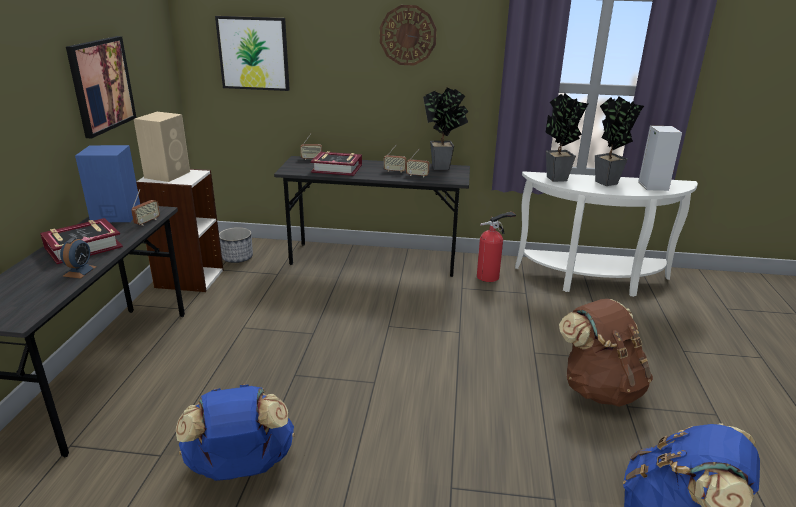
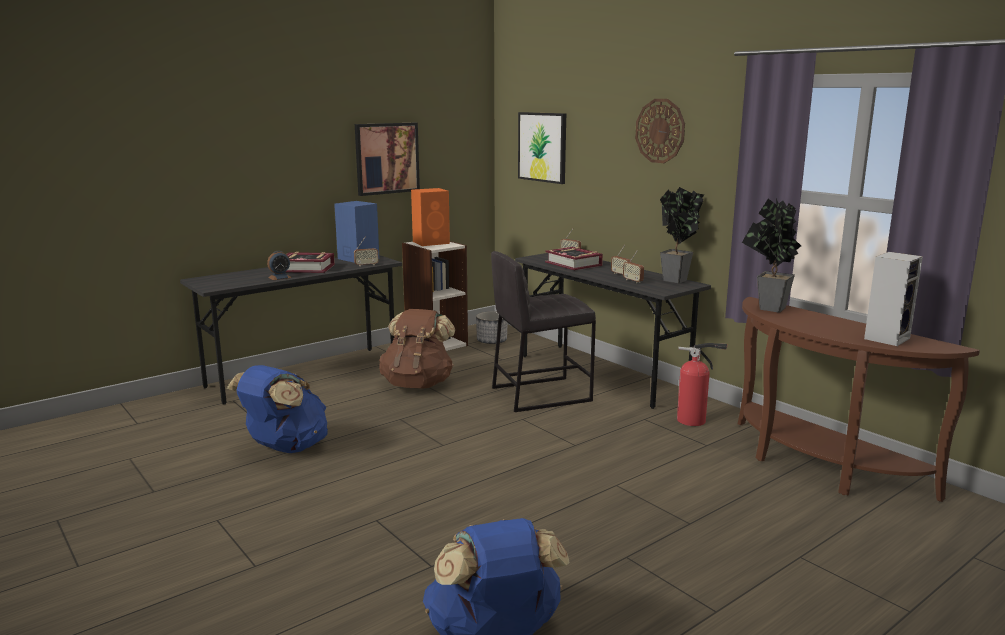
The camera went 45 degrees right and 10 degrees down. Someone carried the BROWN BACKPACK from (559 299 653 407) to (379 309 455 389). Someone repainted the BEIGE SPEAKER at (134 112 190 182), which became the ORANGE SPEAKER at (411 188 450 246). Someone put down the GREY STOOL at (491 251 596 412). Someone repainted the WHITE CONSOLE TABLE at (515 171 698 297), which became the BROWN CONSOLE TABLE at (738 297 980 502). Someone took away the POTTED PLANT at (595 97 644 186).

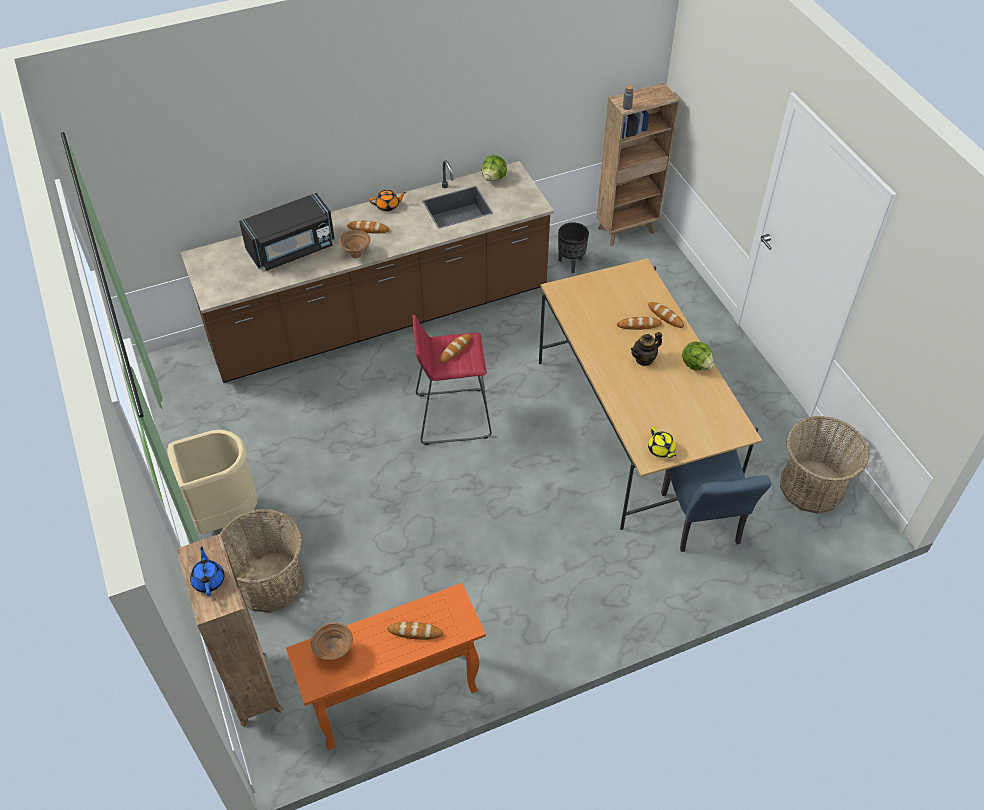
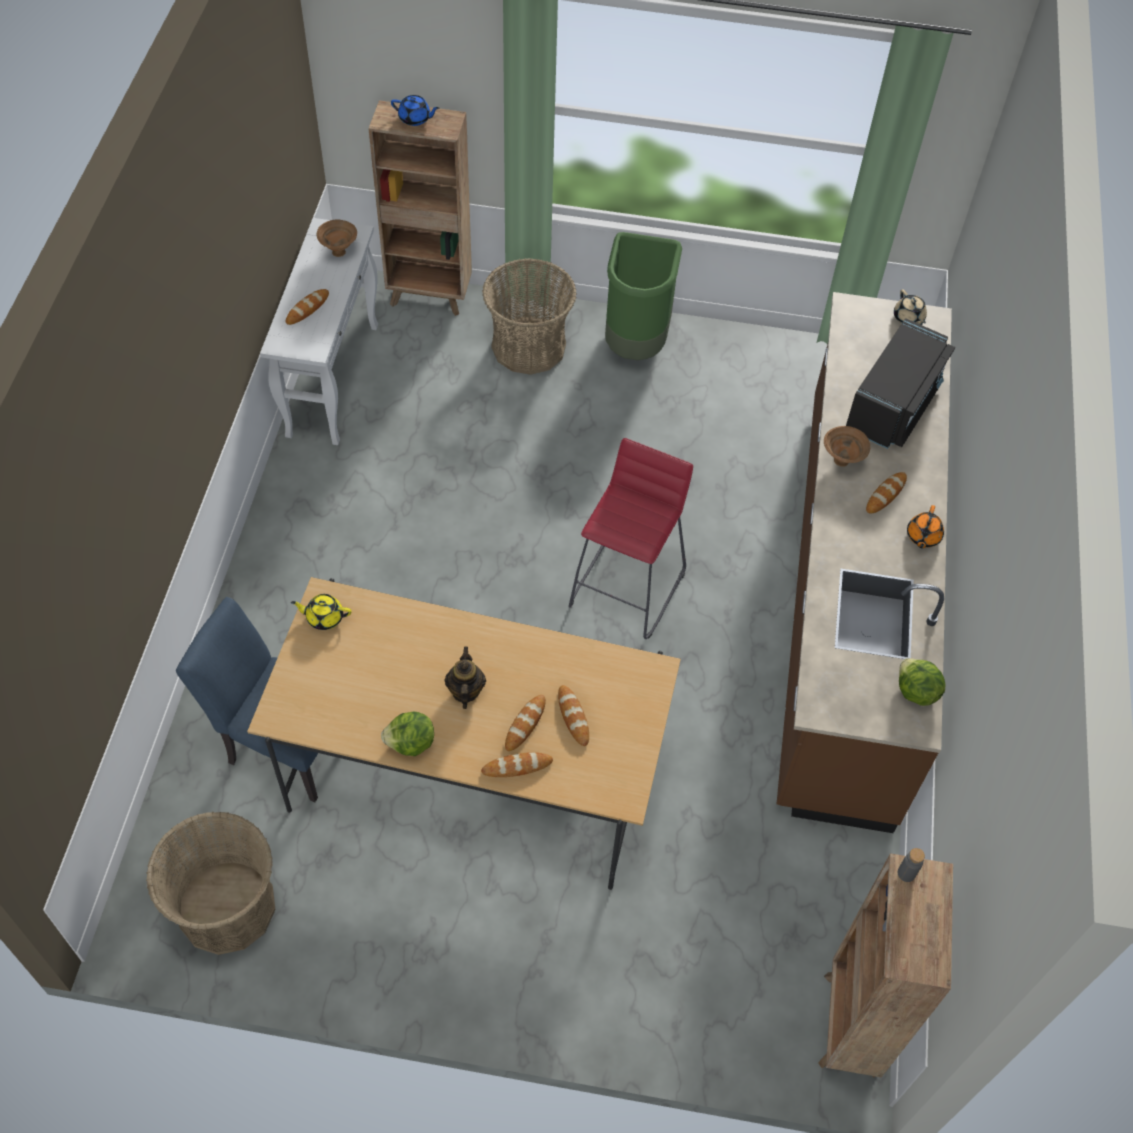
The camera went 120 degrees right and 5 degrees up. Someone repainted the ORANGE CONSOLE TABLE at (286 583 486 750), which became the WHITE CONSOLE TABLE at (260 218 378 445). Someone carried the BREAD from (440 334 471 363) to (558 685 589 746). Someone repainted the BEIGE TRASH CAN at (167 430 258 534), which became the GREEN TRASH CAN at (605 232 682 360). Someone rotated the BLACK MICROWAVE at (239 193 335 271) by 150 degrees counterclockwise. Someone put down the BEIGE TEAPOT at (894 289 927 325). Someone took away the BLACK PLANTER at (558 222 589 273).

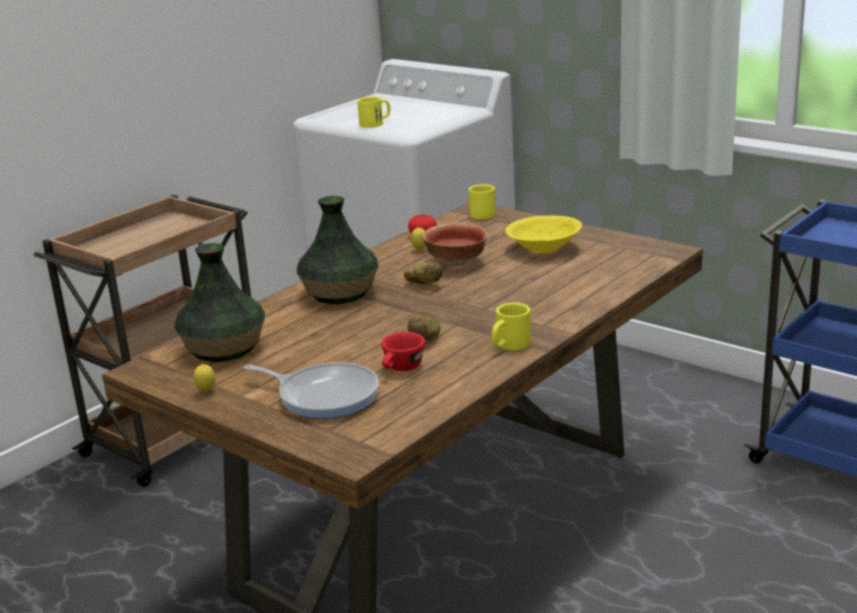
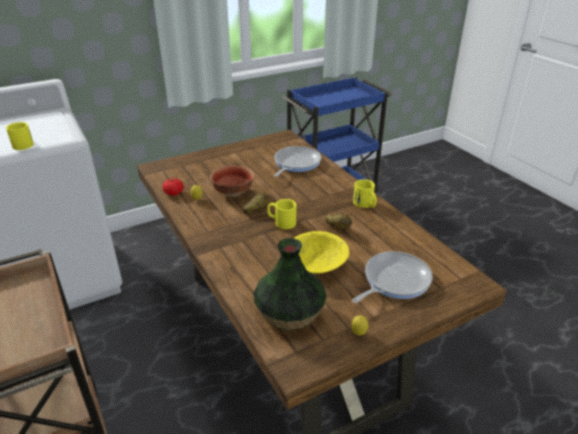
The camera went 70 degrees left and 10 degrees up. Someone carried the YELLOW MUG from (469 184 496 219) to (267 199 297 229). Someone put down the FRYING PAN at (274 146 321 177). Someone carried the YELLOW BOWL from (506 215 582 253) to (294 231 349 274). Someone took away the VASE at (297 196 379 304). Someone took away the RED CUP at (381 332 425 371).

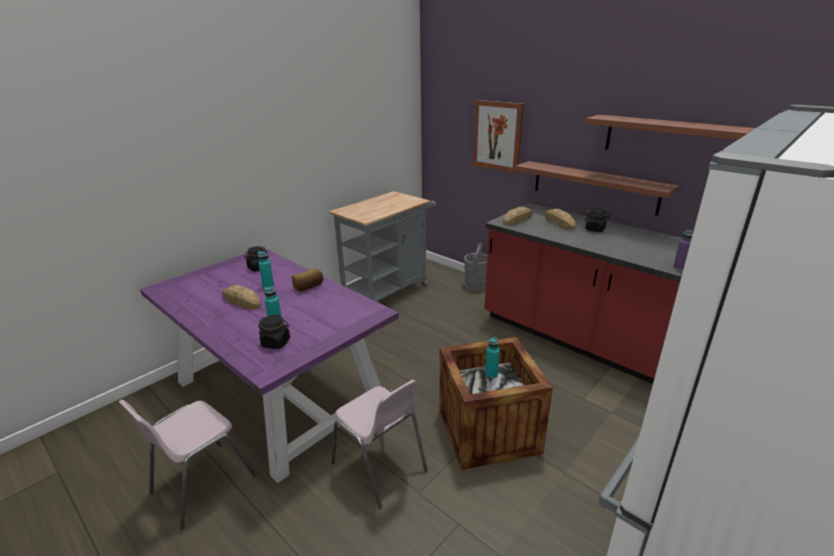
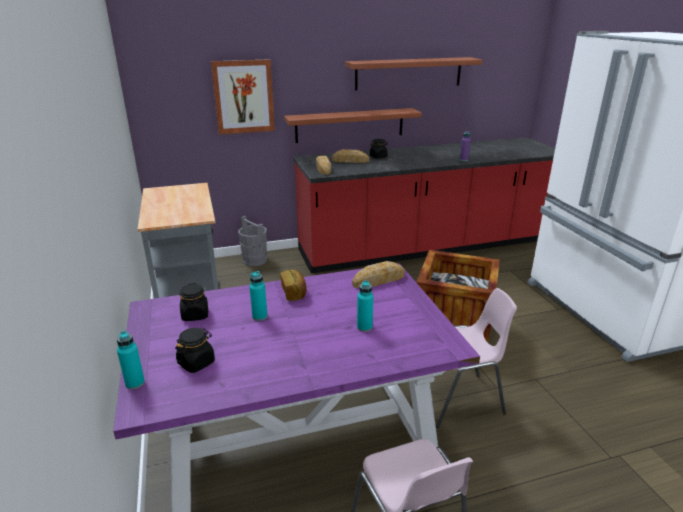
The camera went 60 degrees left and 0 degrees up. Someone carried the TURQUOISE BOTTLE from (485 337 500 378) to (117 331 145 390). Someone carried the BLACK JAR from (258 315 290 349) to (175 328 215 373). Someone carried the BREAD from (222 285 261 310) to (352 261 405 288).

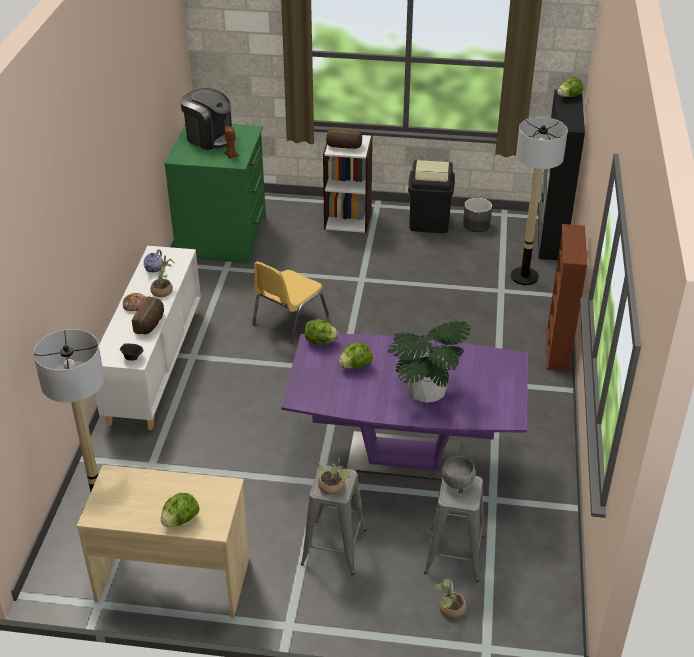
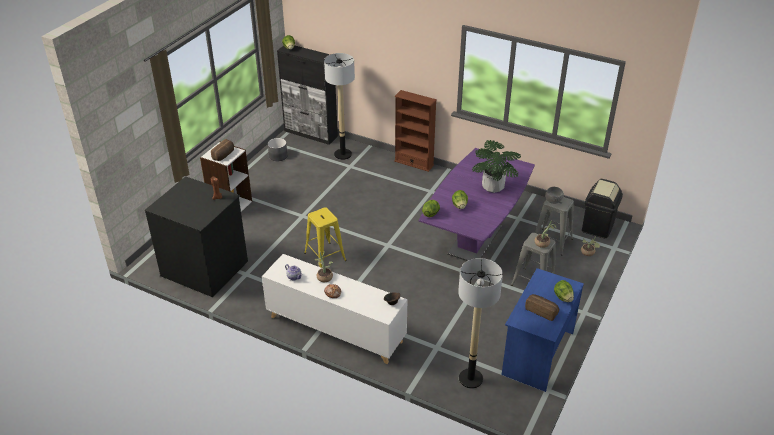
The camera went 70 degrees left and 0 degrees up. Someone repainted the GREEN DRESSER at (164 124 266 263), which became the BLACK DRESSER at (145 176 248 297). Someone swapped the YELLOW CHAIR at (252 261 329 344) for the YELLOW STOOL at (304 207 347 268). Someone repainted the BEIGE DESK at (77 465 249 618), which became the BLUE DESK at (502 268 584 392). Someone carried the BREAD from (132 296 164 334) to (525 294 559 321). Someone carried the BLACK TRASH CAN from (408 160 455 233) to (582 179 623 239). Someone took away the COFFEE MACHINE at (180 88 235 150).

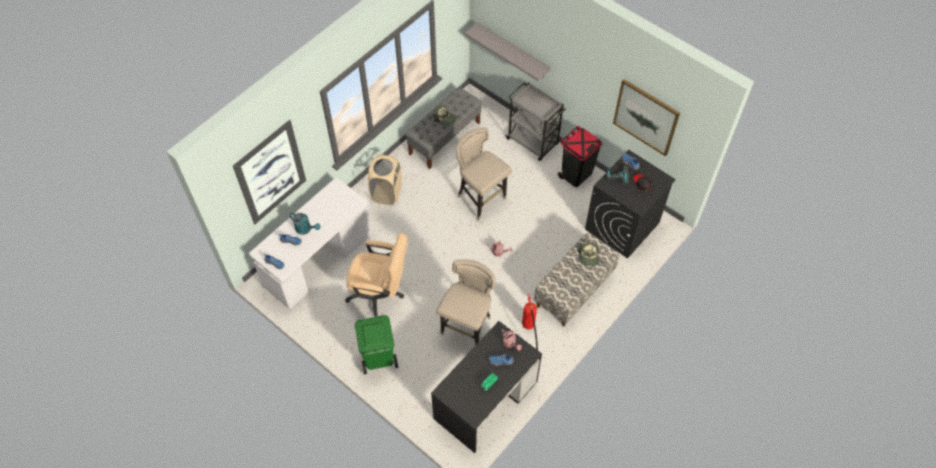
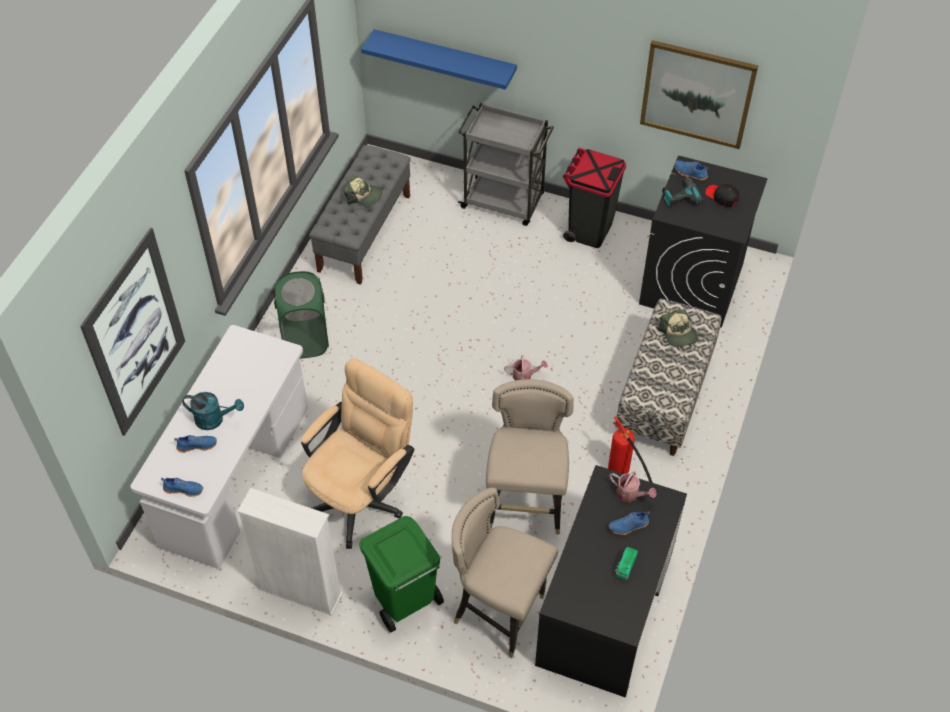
The camera went 20 degrees left and 5 degrees down. Someone put down the WHITE BOOKCASE at (237 488 343 616). Someone repainted the BEIGE LAUNDRY BASKET at (368 155 402 205), which became the GREEN LAUNDRY BASKET at (274 271 329 359). Someone rotated the BEIGE OFFICE CHAIR at (345 233 408 317) by 45 degrees counterclockwise. Someone repainted the GREY SHELF at (465 22 551 81), which became the BLUE SHELF at (361 29 517 90). Someone carried the BEIGE STOOL from (456 128 512 221) to (452 488 558 658).

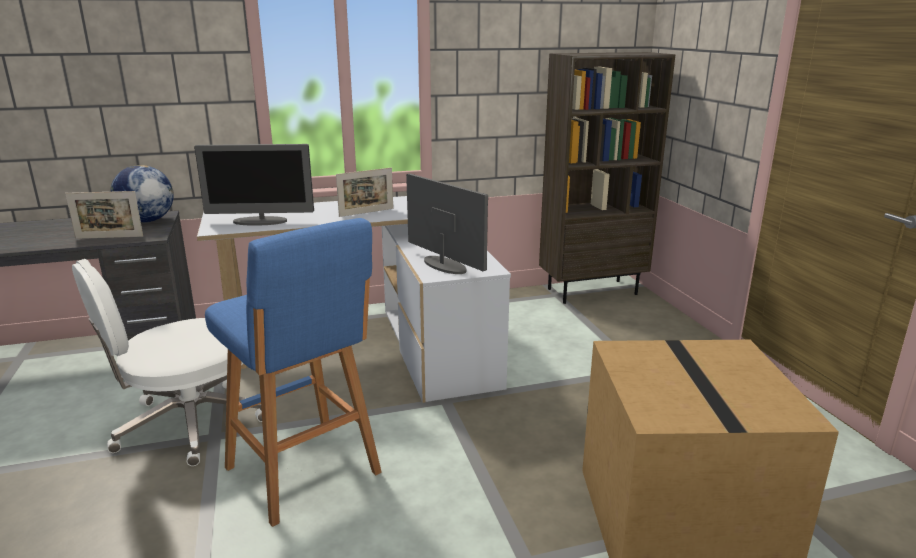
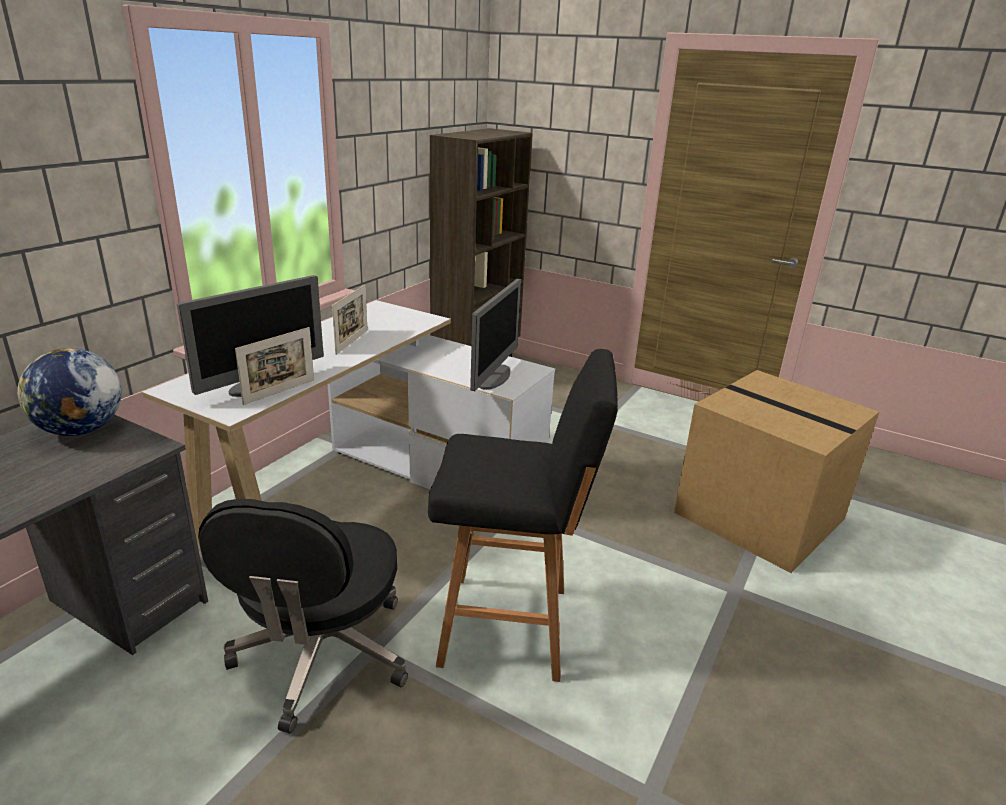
The camera went 45 degrees left and 5 degrees up. Someone repainted the WHITE OFFICE CHAIR at (72 259 262 466), which became the BLACK OFFICE CHAIR at (198 499 408 734). Someone carried the PICTURE FRAME from (65 191 143 239) to (235 327 314 405). Someone repainted the BLUE STOOL at (205 218 382 527), which became the BLACK STOOL at (428 349 618 682). Someone rotated the MONITOR at (406 173 488 274) by 105 degrees clockwise.

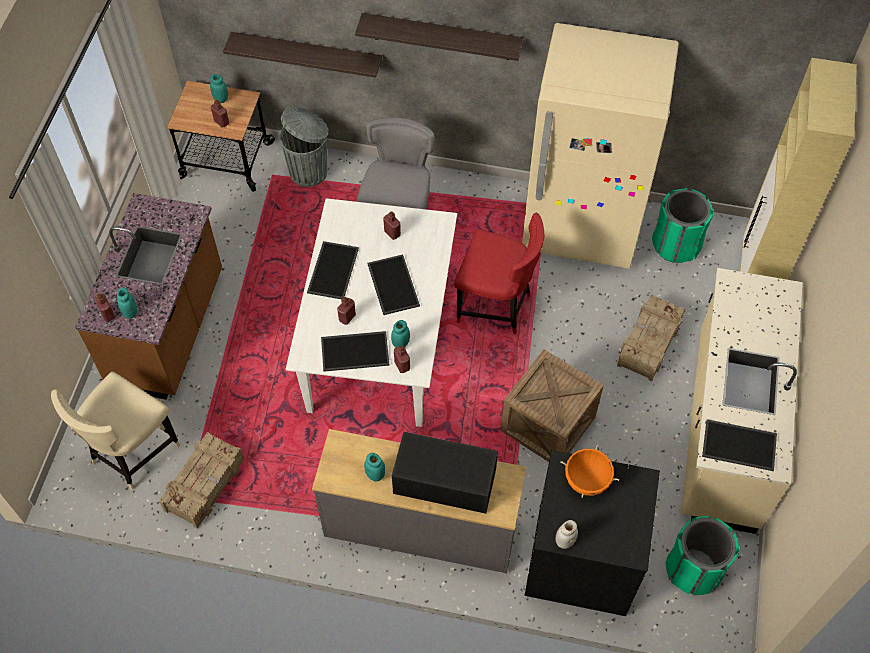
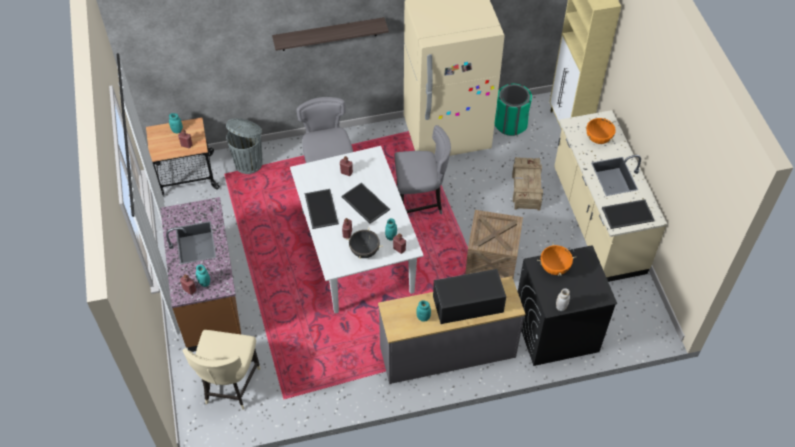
The camera went 25 degrees left and 5 degrees down. Someone swapped the TRAY at (321 331 390 372) for the BLACK COOKING POT at (346 227 383 259). Someone repainted the RED CHAIR at (454 213 544 335), which became the GREY CHAIR at (394 125 451 214). Someone put down the ORANGE COOKING POT at (586 118 616 144). Someone took away the CRATE at (159 432 244 529). Someone took away the SHELF at (223 32 382 78). Someone took away the GREEN TRASH CAN at (665 516 740 595).

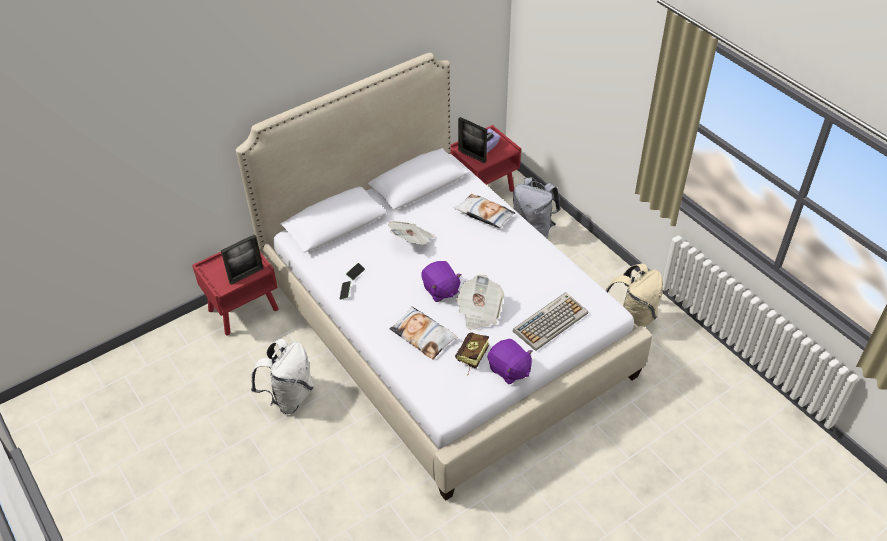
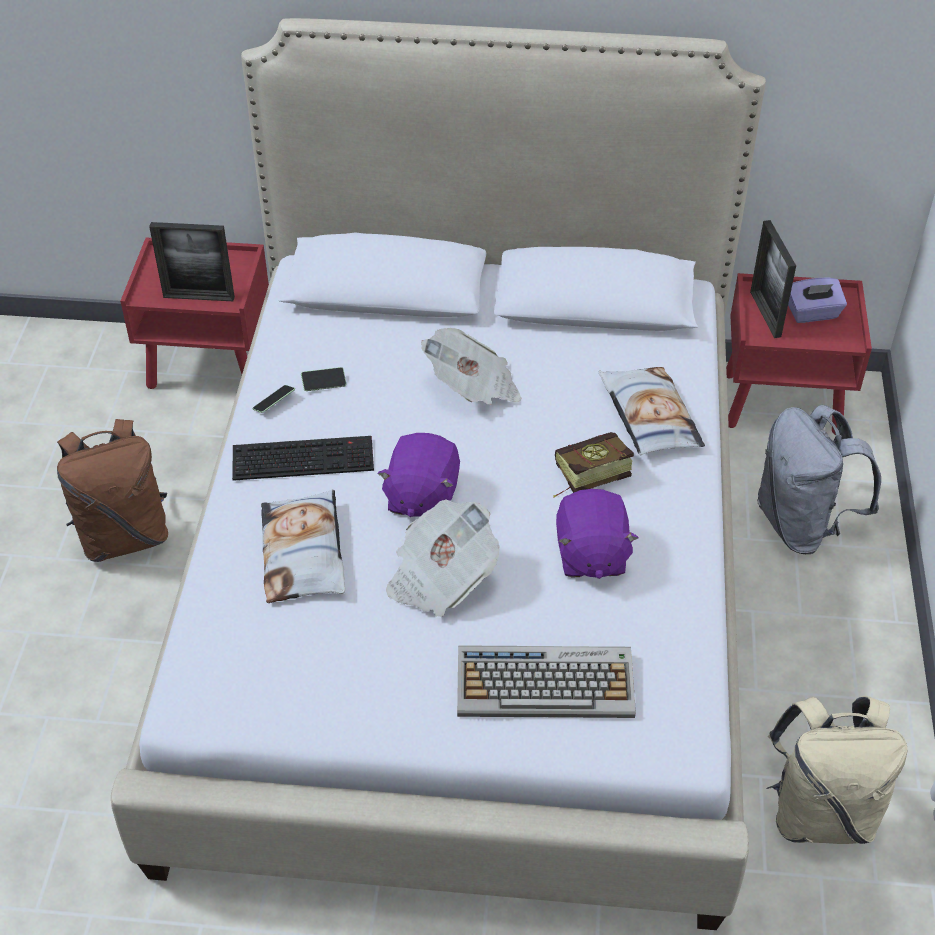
The camera went 40 degrees right and 0 degrees up. Someone repainted the WHITE BACKPACK at (251 339 314 414), which became the BROWN BACKPACK at (57 419 168 562). Someone put down the KEYBOARD at (232 436 374 481). Someone carried the BOOK from (455 332 489 375) to (553 432 634 498). Someone carried the PURPLE PLUSH TOY from (487 339 533 384) to (556 489 639 579).

